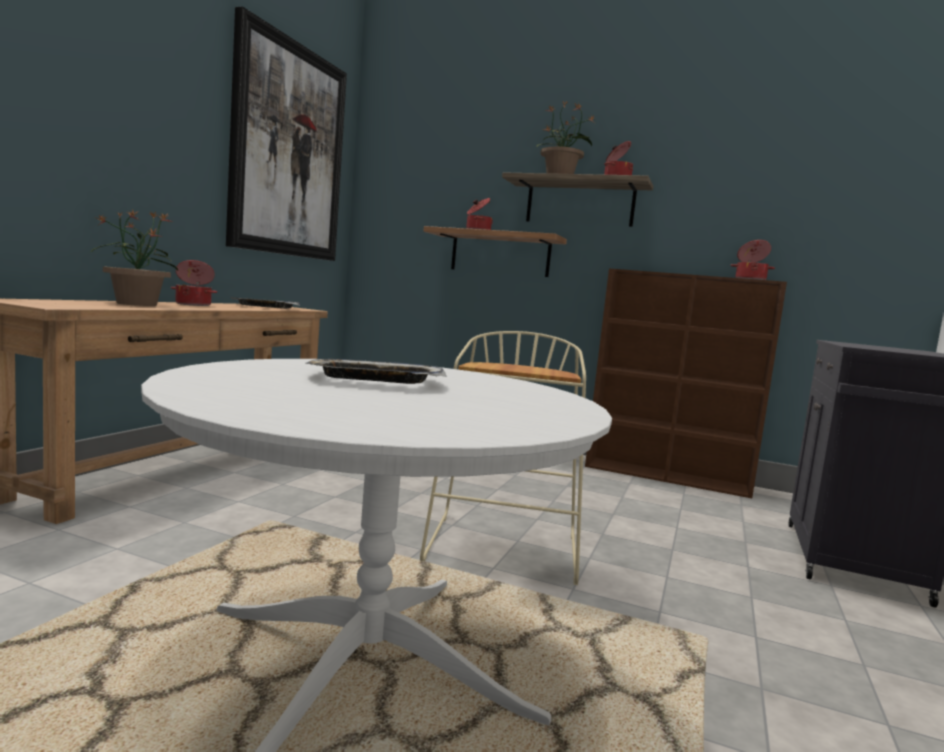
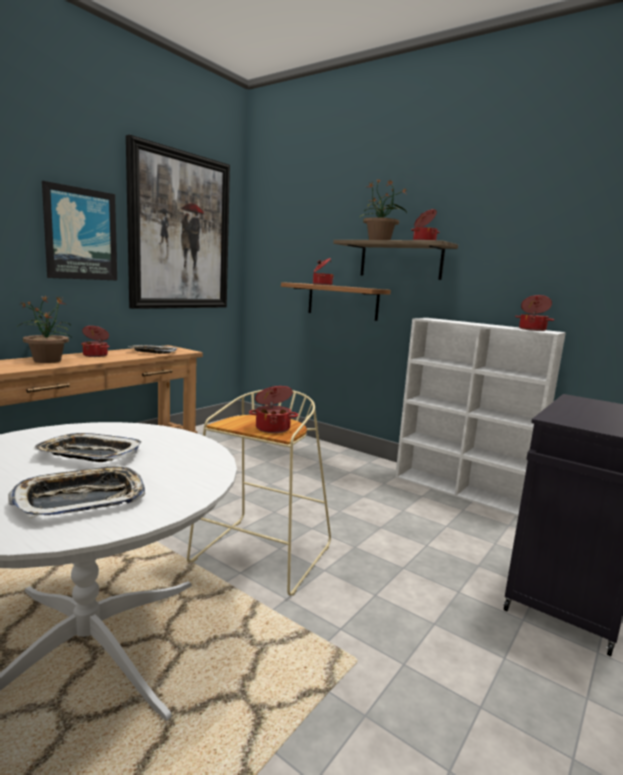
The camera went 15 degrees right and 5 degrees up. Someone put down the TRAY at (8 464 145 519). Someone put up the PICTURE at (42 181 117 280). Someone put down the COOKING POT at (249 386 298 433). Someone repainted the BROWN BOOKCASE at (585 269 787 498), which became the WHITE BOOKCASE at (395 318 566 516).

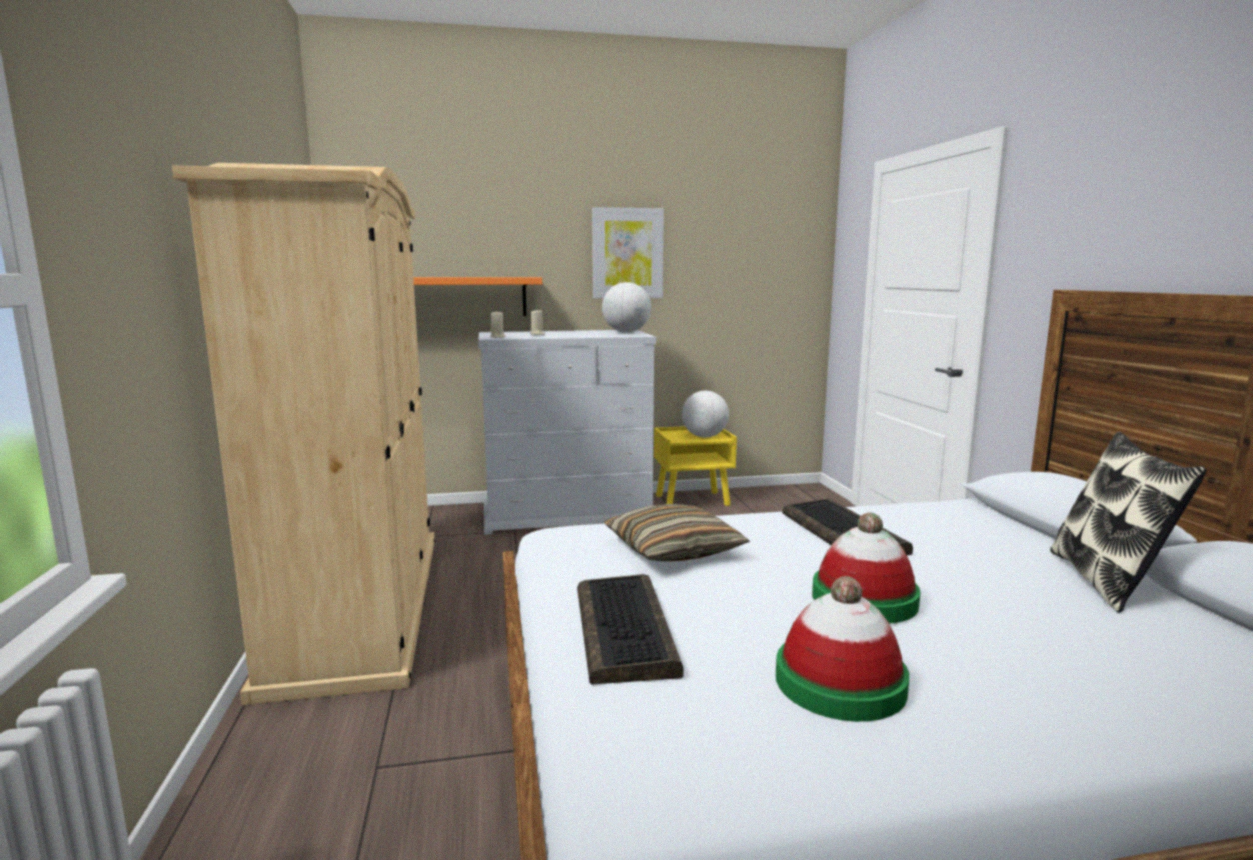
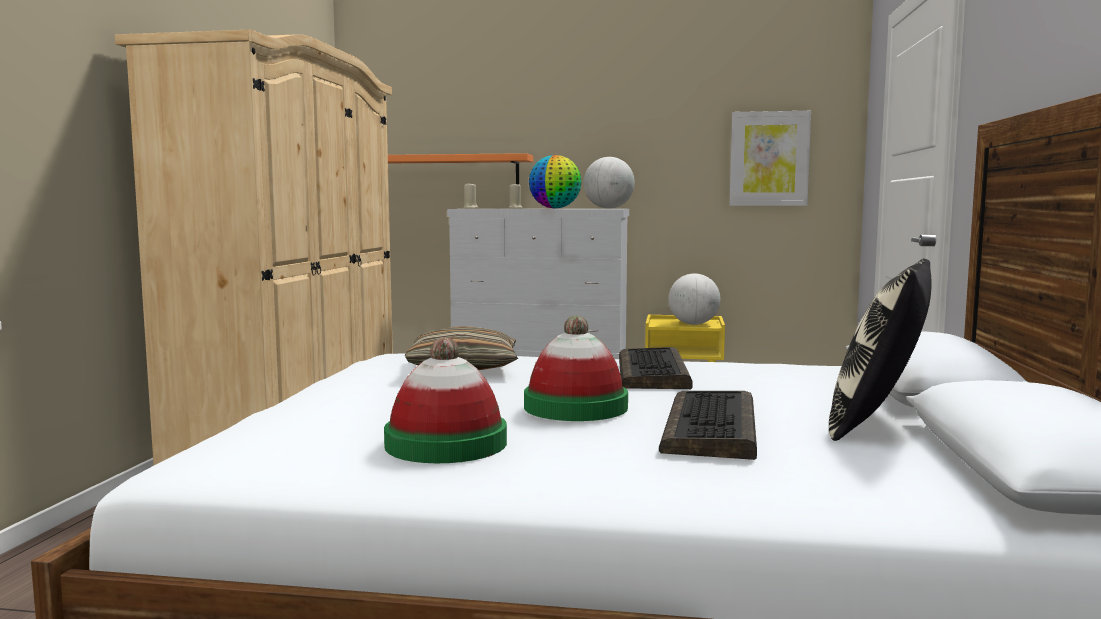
The camera went 20 degrees right and 5 degrees down. Someone put down the GLOBE at (529 155 582 209). Someone carried the KEYBOARD from (577 574 684 685) to (659 391 757 460). Someone carried the PICTURE from (592 207 664 298) to (730 111 811 206).

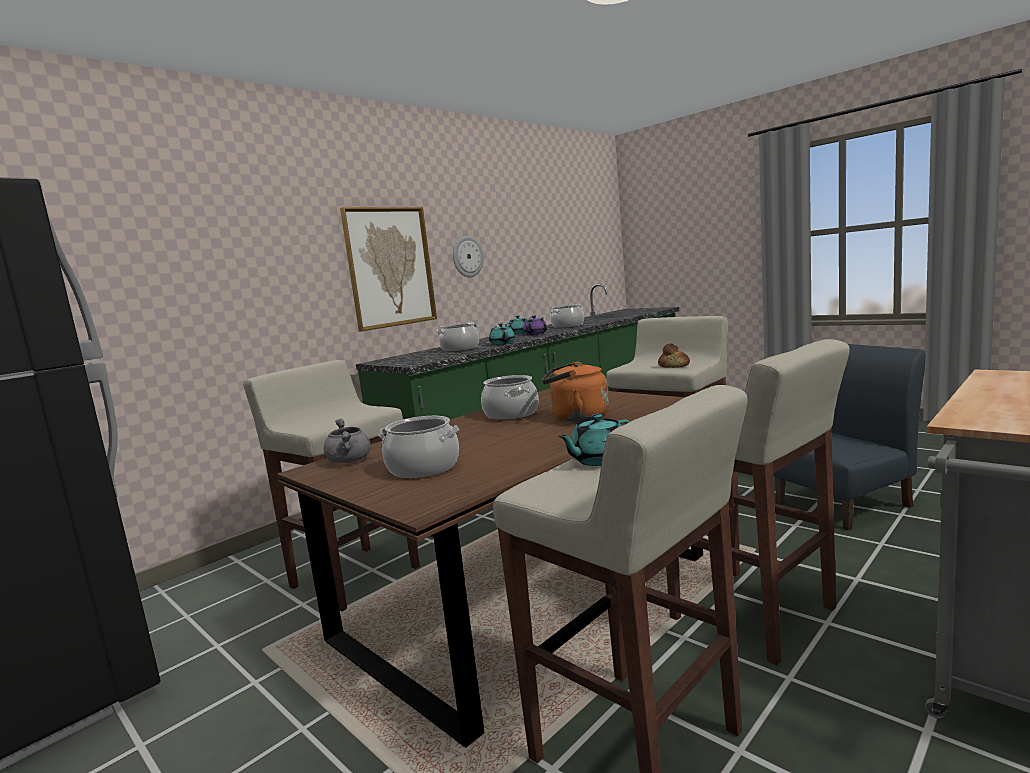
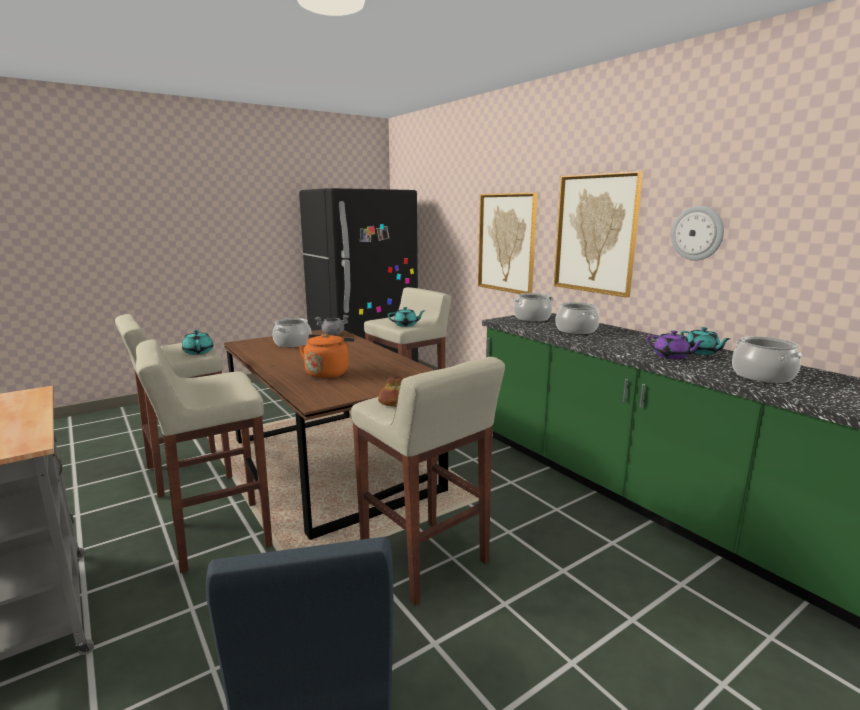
The camera went 100 degrees right and 5 degrees up. Someone carried the TURQUOISE TEAPOT from (489 323 515 345) to (388 307 424 327). Someone put up the PICTURE at (478 193 538 294). Someone carried the COOKING POT from (481 375 539 420) to (513 293 554 322).

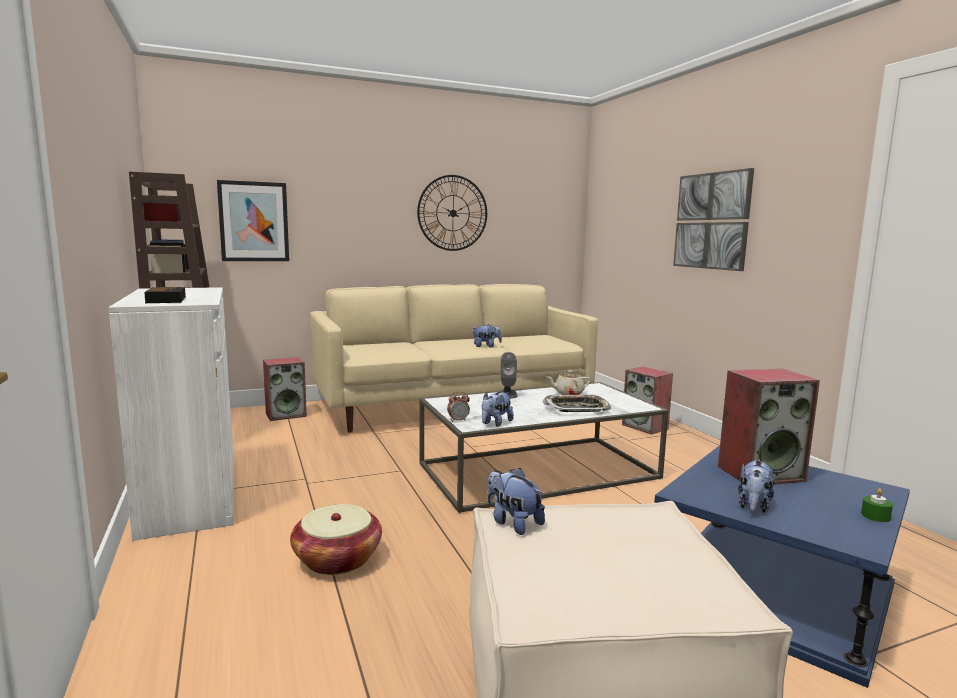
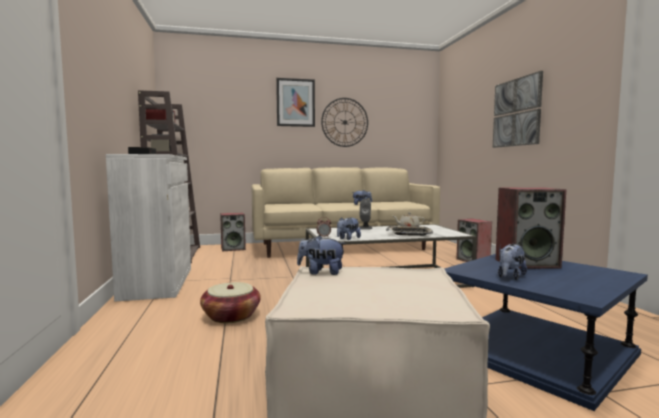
The camera went 10 degrees right and 5 degrees down. Someone carried the PICTURE from (217 180 289 261) to (276 78 315 127). Someone rotated the PLUSH TOY at (487 468 545 535) by 45 degrees counterclockwise. Someone took away the GREEN CANDLE at (861 488 893 522).

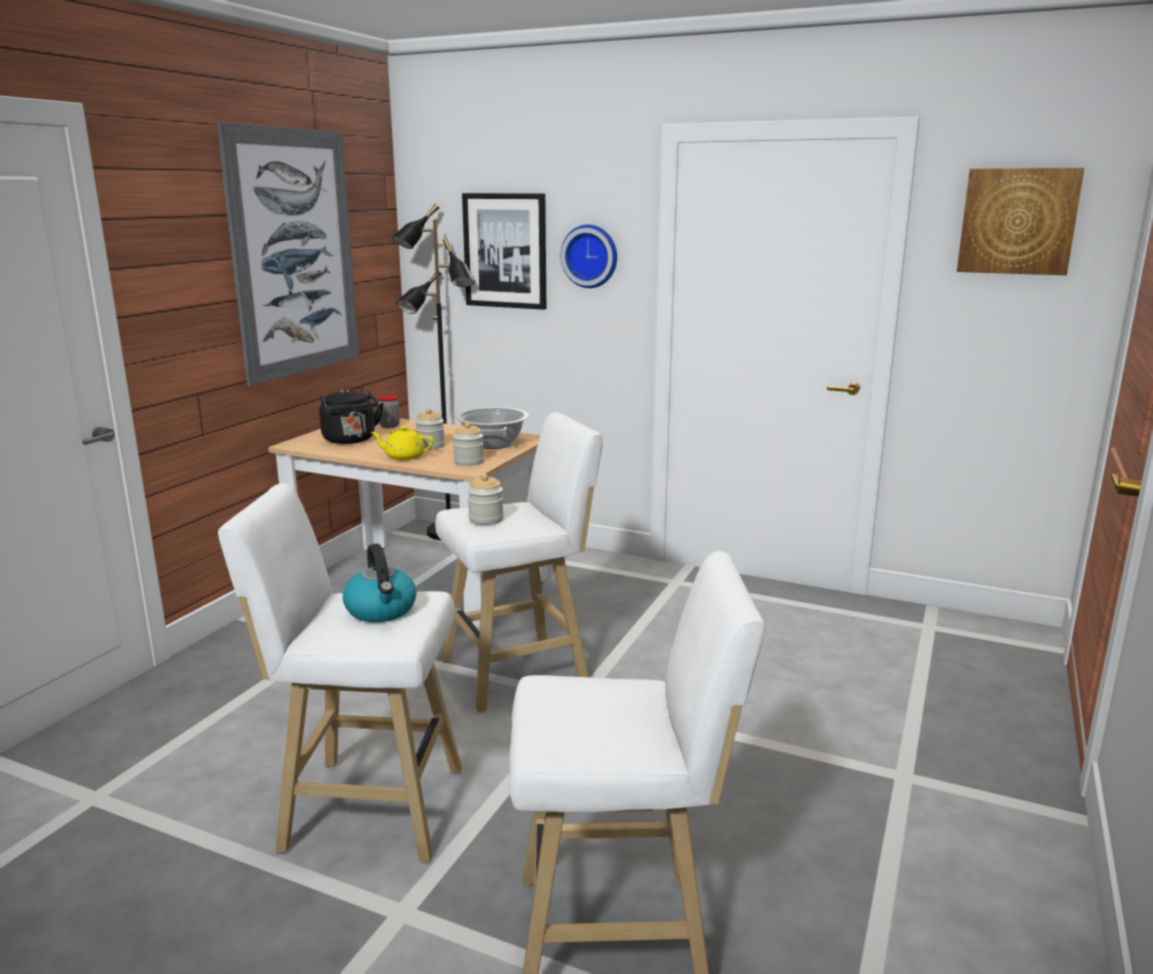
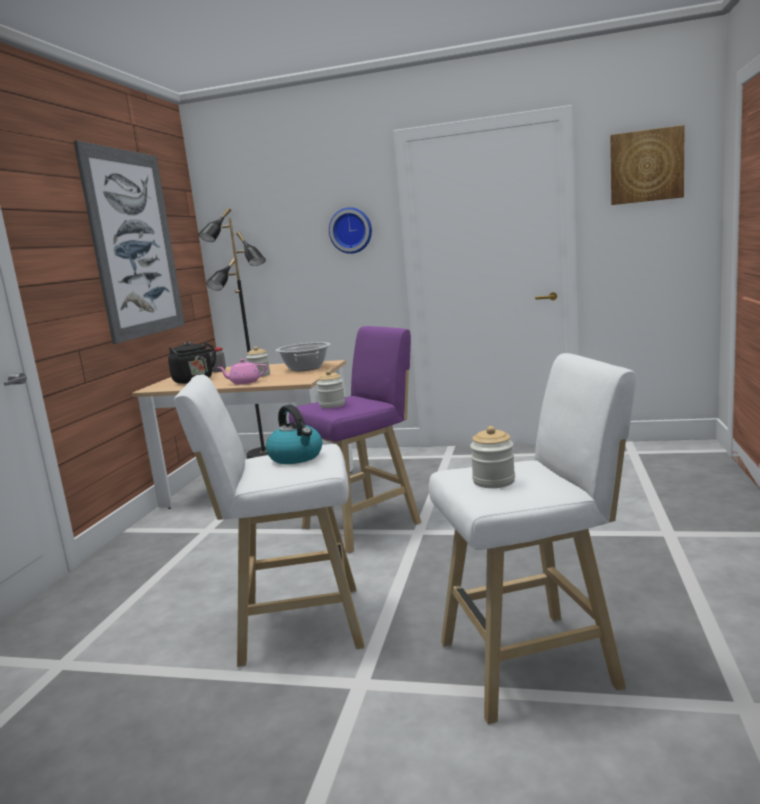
The camera went 10 degrees left and 5 degrees down. Someone repainted the YELLOW TEAPOT at (370 426 434 460), which became the PINK TEAPOT at (217 359 267 385). Someone repainted the WHITE STOOL at (435 412 603 713), which became the PURPLE STOOL at (289 326 421 553). Someone carried the JAR from (453 422 484 466) to (470 426 515 488). Someone took away the PICTURE at (462 193 546 310).

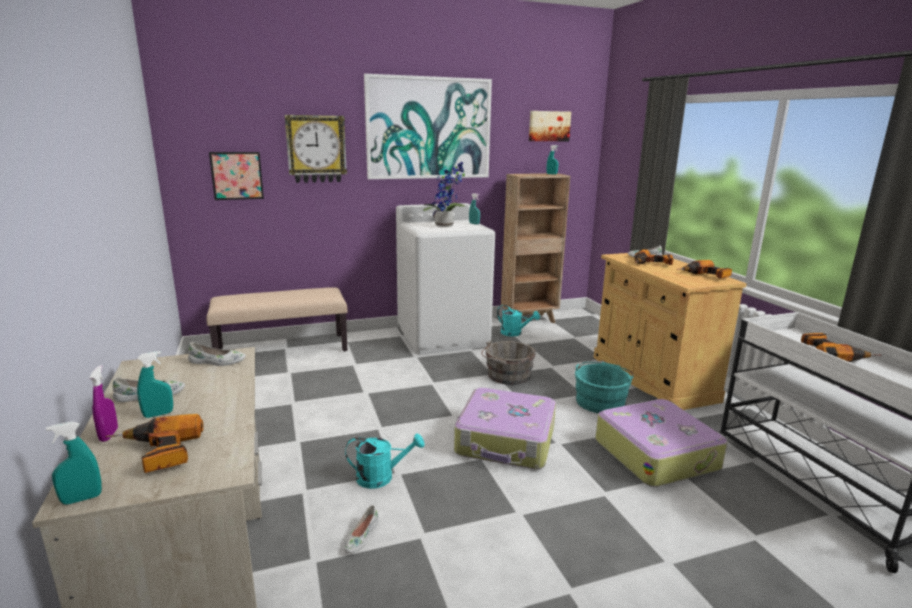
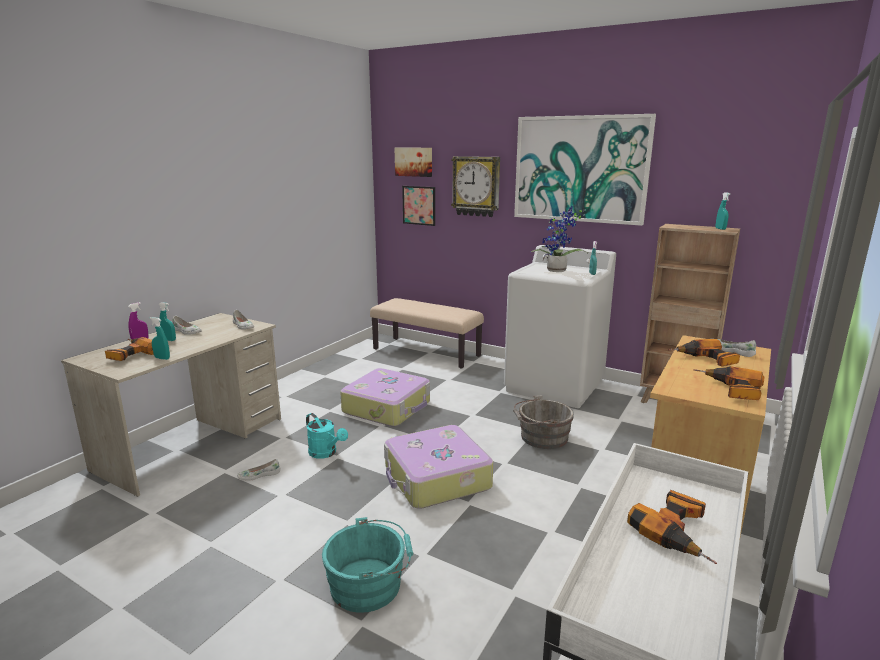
The camera went 50 degrees right and 0 degrees up. Someone carried the TURQUOISE SPRAY BOTTLE from (46 422 102 504) to (149 317 170 360). Someone carried the TURQUOISE BUCKET from (575 362 634 413) to (322 517 413 613). Someone carried the SUITCASE from (595 399 727 487) to (340 368 430 427). Someone carried the PICTURE from (529 111 571 141) to (395 148 432 177). Someone took away the TURQUOISE WATERING CAN at (497 305 540 336).

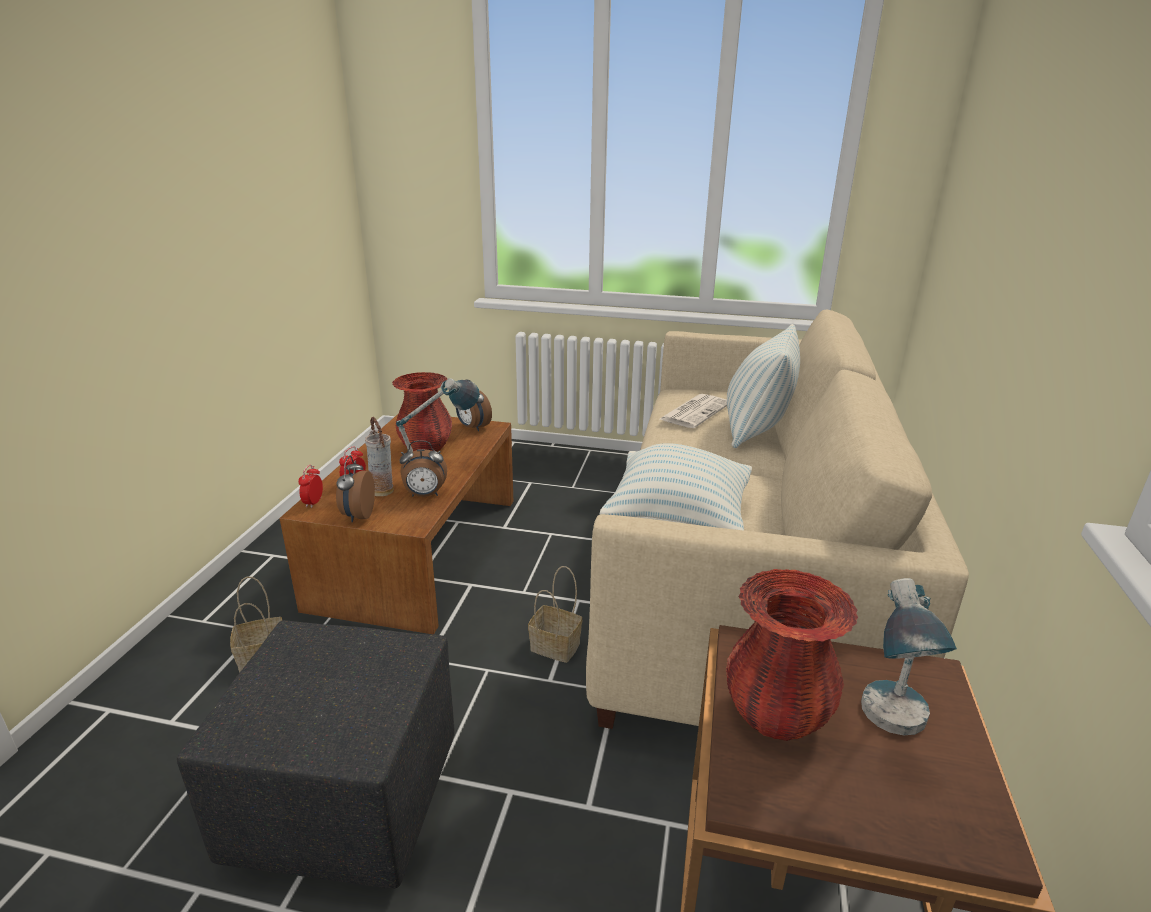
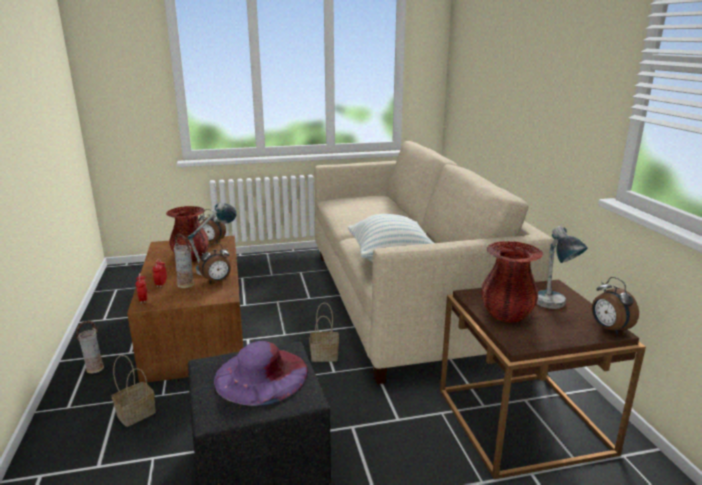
The camera went 25 degrees left and 5 degrees down. Someone put down the VASE at (76 320 104 374). Someone put down the PURPLE HAT at (214 341 308 406). Someone carried the ALARM CLOCK from (336 456 375 522) to (592 277 639 335). Someone took away the NEWSPAPER at (660 394 727 428). Someone took away the PILLOW at (727 324 800 448).

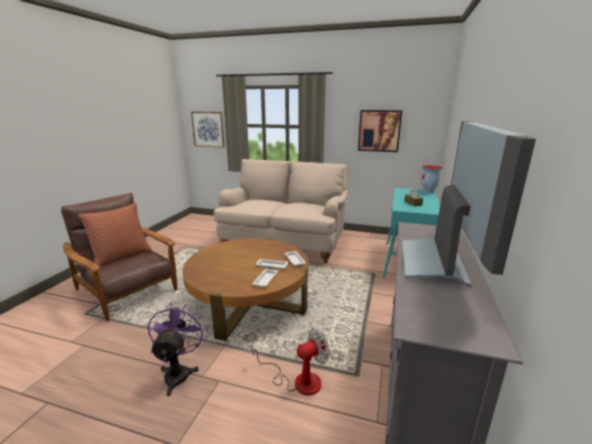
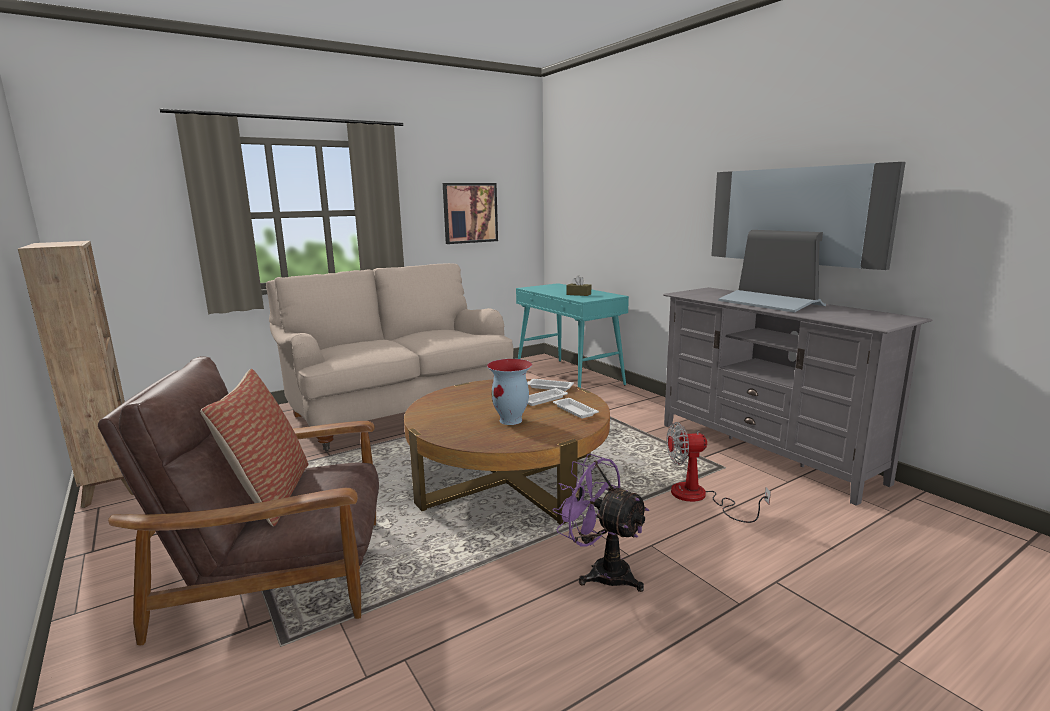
The camera went 50 degrees left and 5 degrees down. Someone put down the BROWN BOOKCASE at (18 241 134 508). Someone carried the VASE from (422 165 443 193) to (487 359 532 425). Someone rotated the FAN at (251 329 330 395) by 105 degrees counterclockwise. Someone took away the PICTURE at (191 112 225 148).

